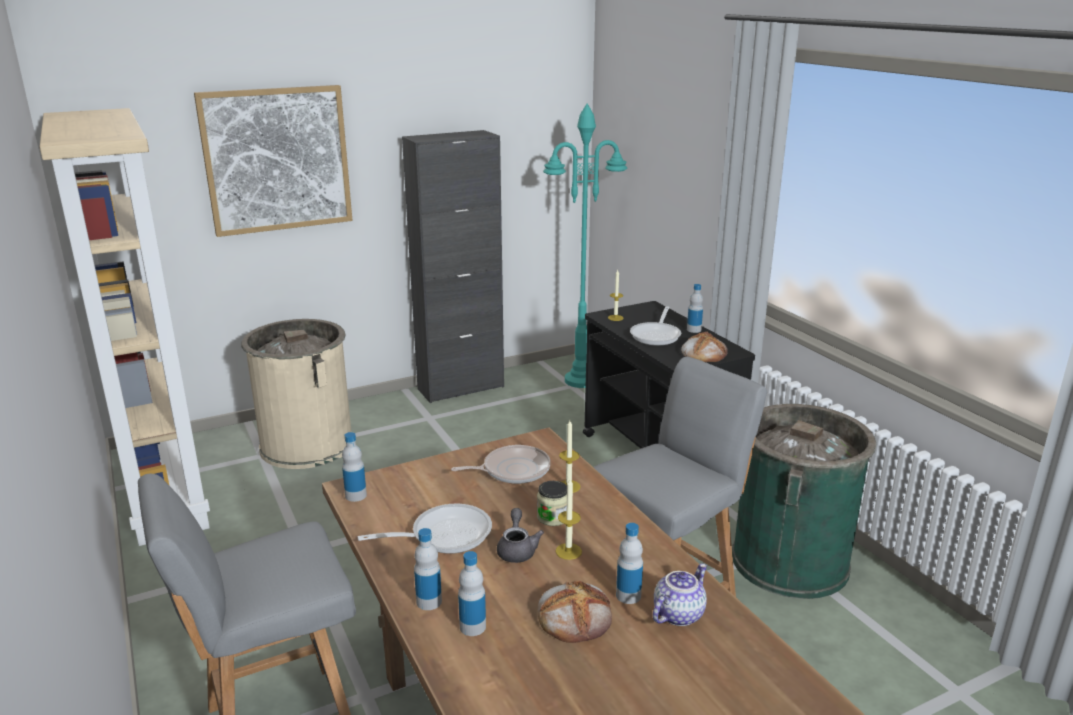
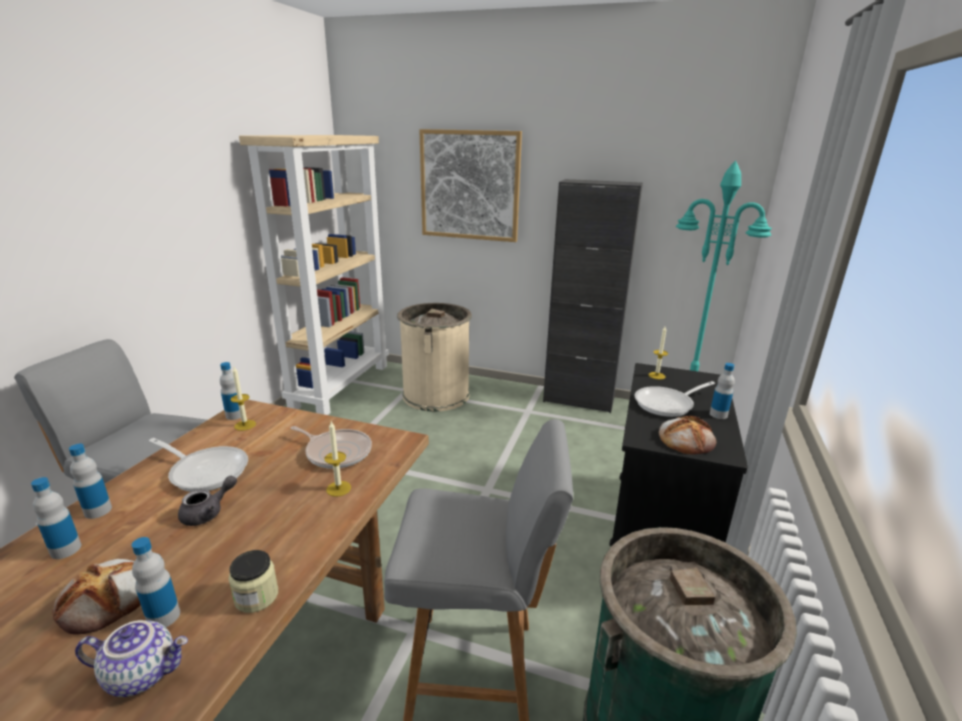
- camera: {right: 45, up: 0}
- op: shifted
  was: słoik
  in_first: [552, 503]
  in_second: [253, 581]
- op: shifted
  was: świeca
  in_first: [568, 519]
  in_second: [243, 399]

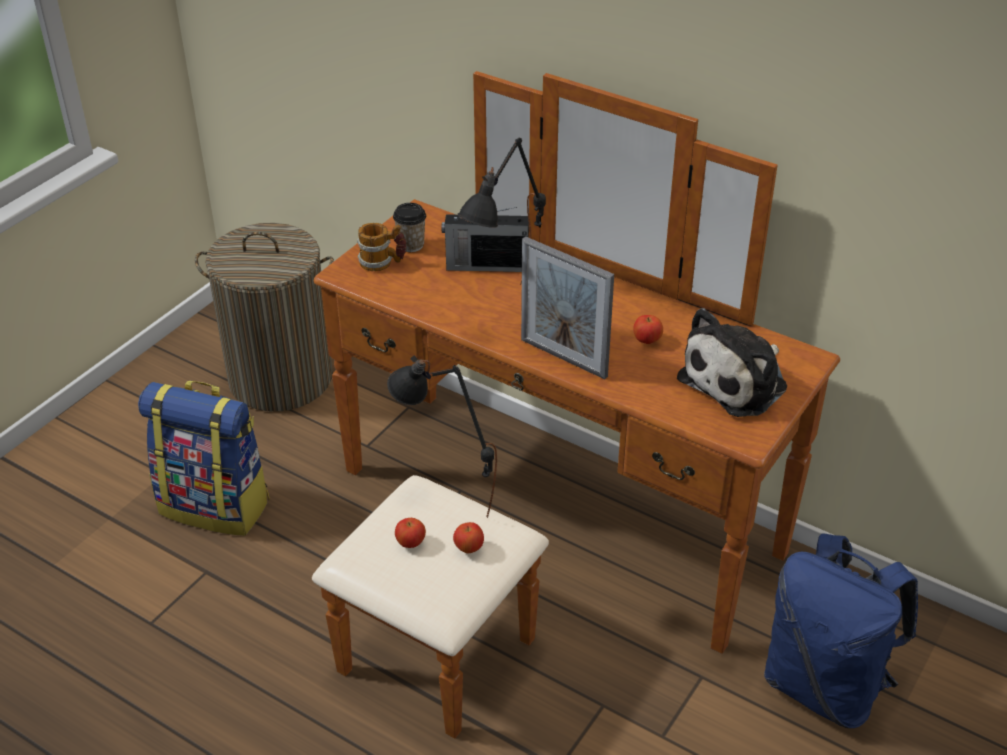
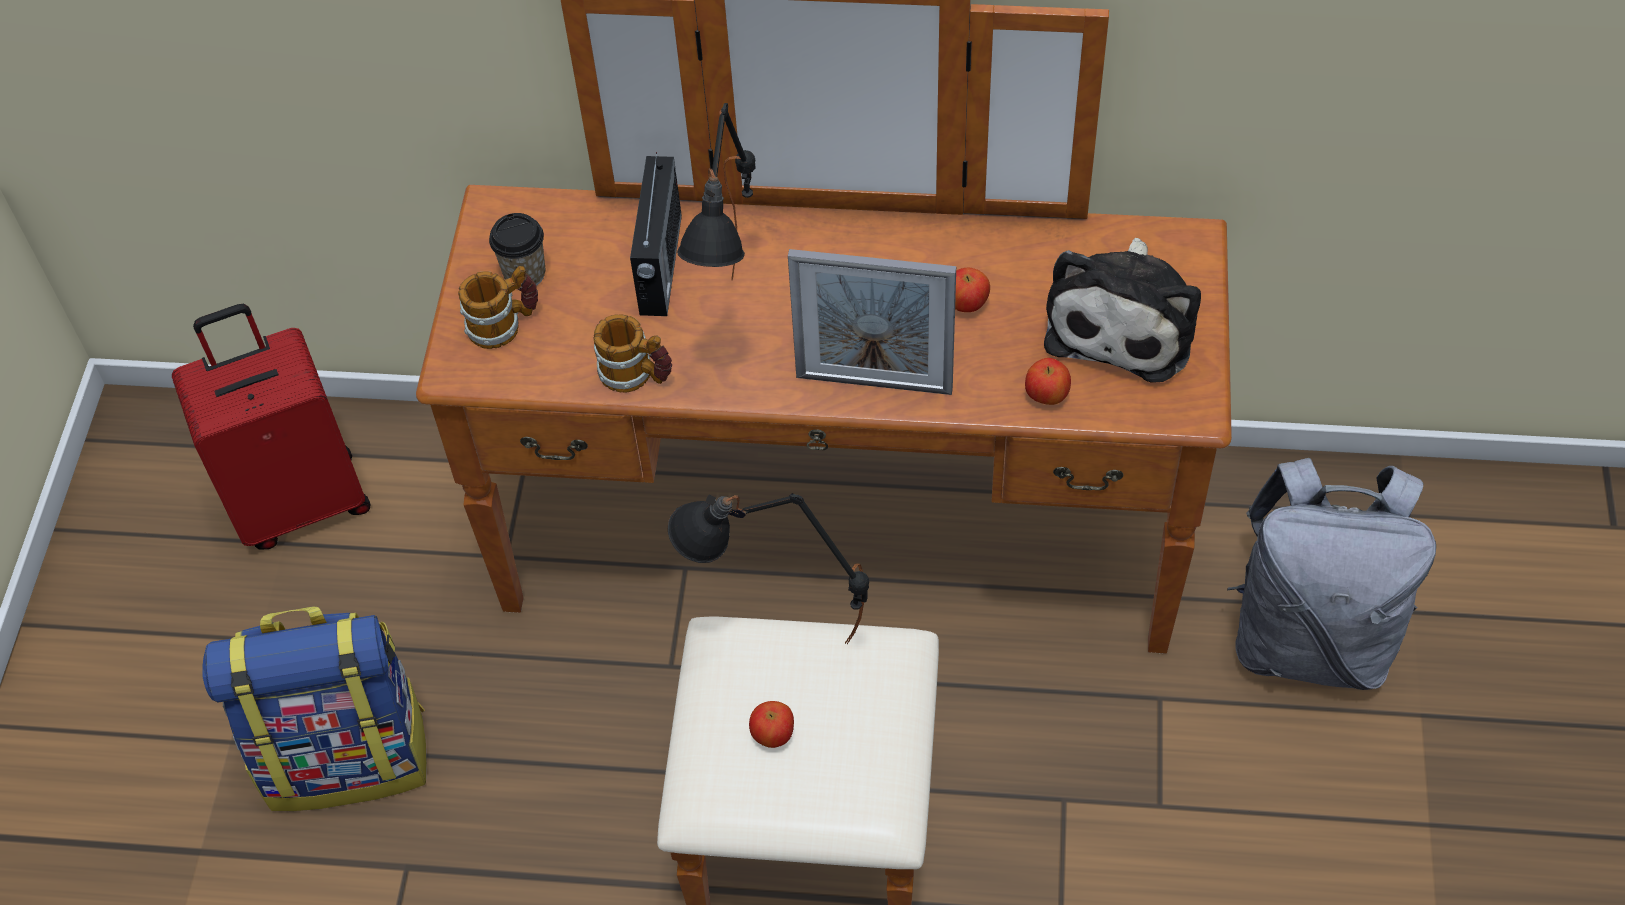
- camera: {right: -25, up: 15}
- op: swapped
  was: kosz na pranie
  now: walizka/czerwony
  in_first: [264, 317]
  in_second: [271, 427]
- op: rotated
  was: radio
  in_first: [485, 239]
  in_second: [656, 234]
  clockwise: -60
- op: shifted
  was: jabłko
  in_first: [468, 537]
  in_second: [1048, 381]
- op: repainted
  was: plecak/niebieski
  now: plecak/szary
  in_first: [841, 630]
  in_second: [1331, 574]
- op: new
  now: kubek
  in_second: [632, 353]

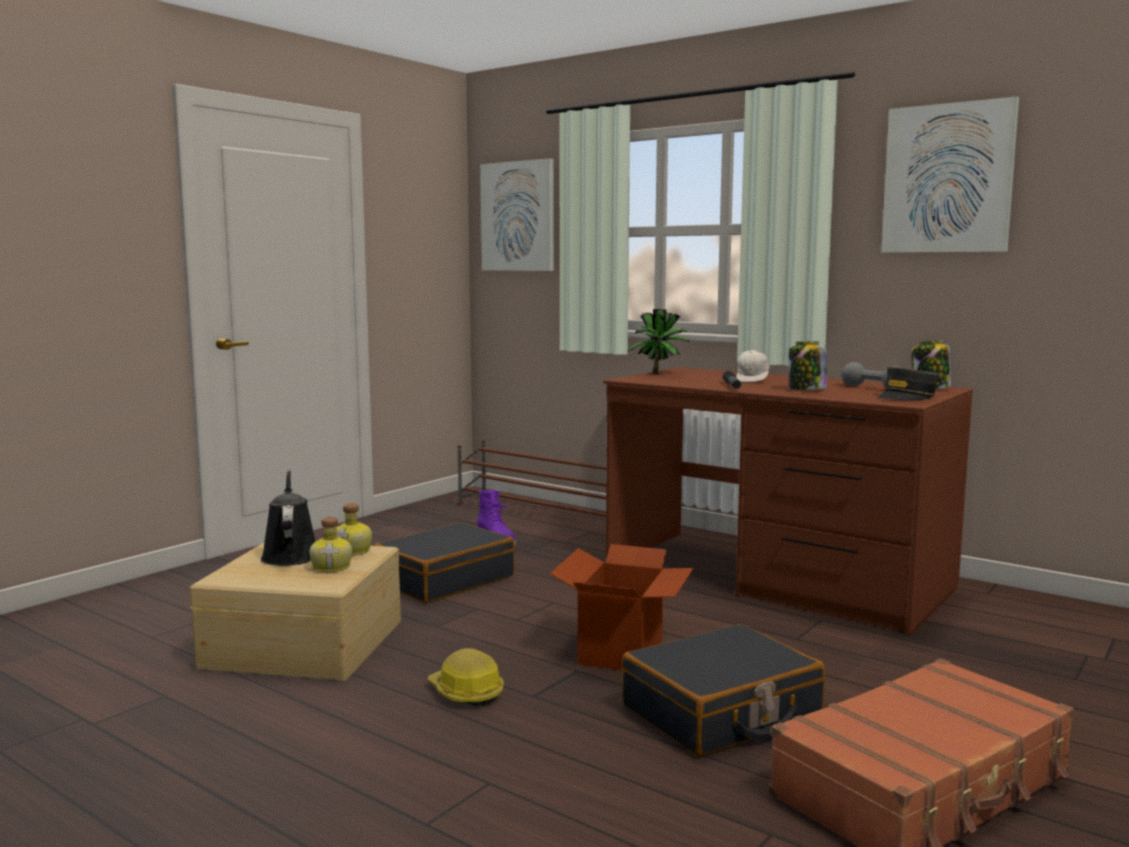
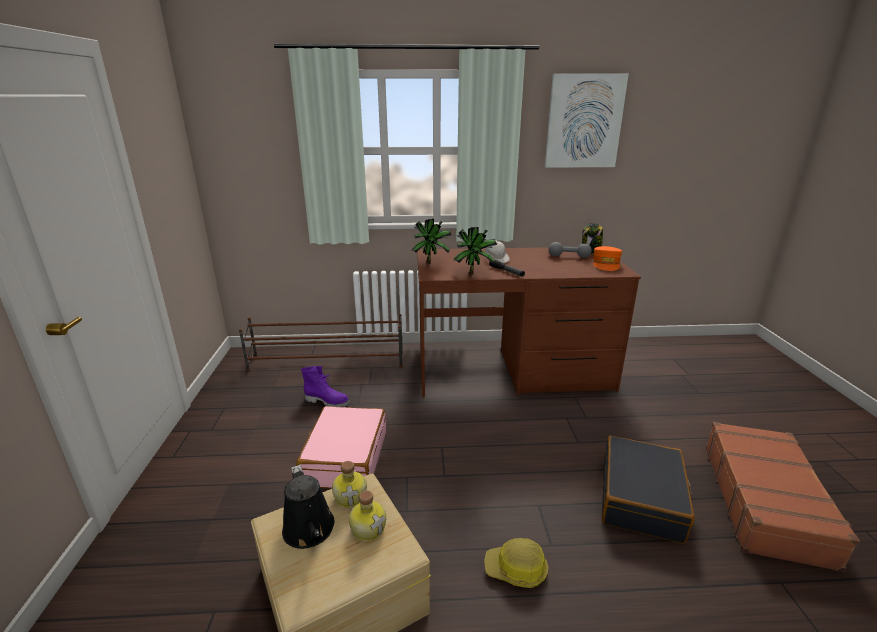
- camera: {right: -40, up: 15}
- op: rotated
  was: konewka/czarny
  in_first: [288, 518]
  in_second: [308, 507]
  clockwise: -150
- op: repainted
  was: walizka/czarny
  now: walizka/różowy
  in_first: [444, 562]
  in_second: [341, 447]
- op: gone
  was: obraz
  in_first: [517, 214]
- op: gone
  was: karton
  in_first: [622, 607]
- op: gone
  was: słoik
  in_first: [808, 365]
- op: repainted
  was: czapka z daszkiem/szary
  now: czapka z daszkiem/pomarańczowy
  in_first: [908, 383]
  in_second: [607, 258]
- op: new
  now: roślina doniczkowa
  in_second: [475, 251]

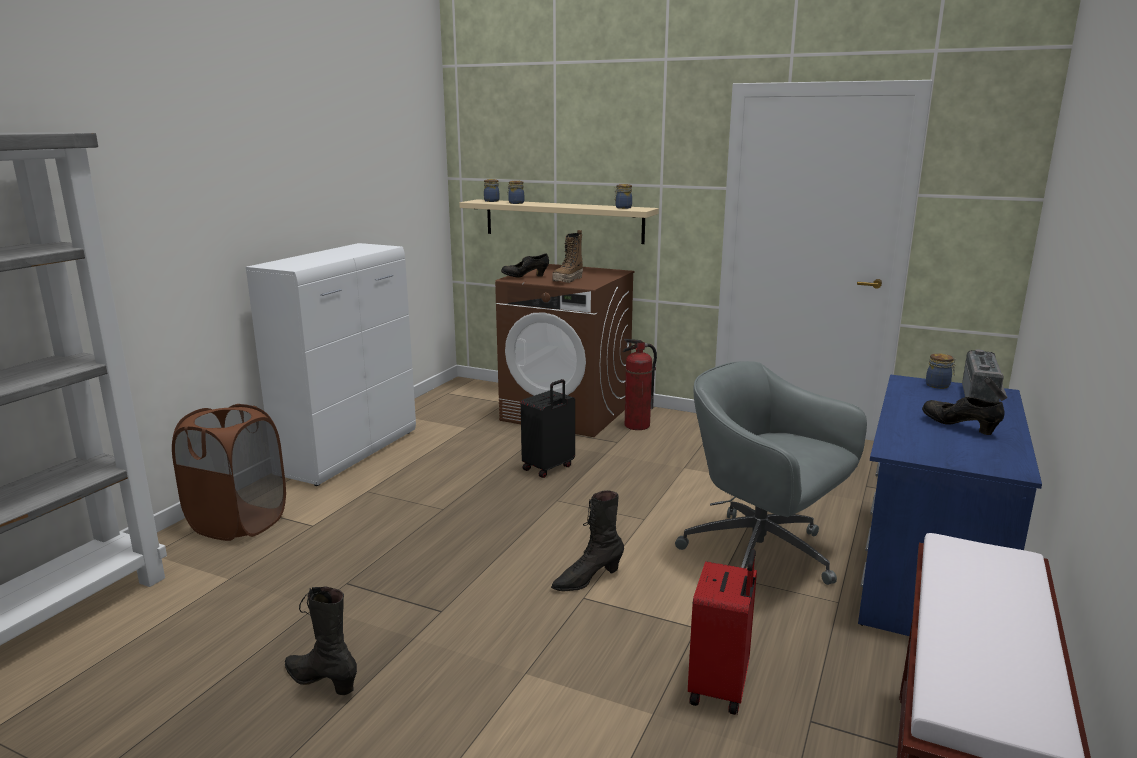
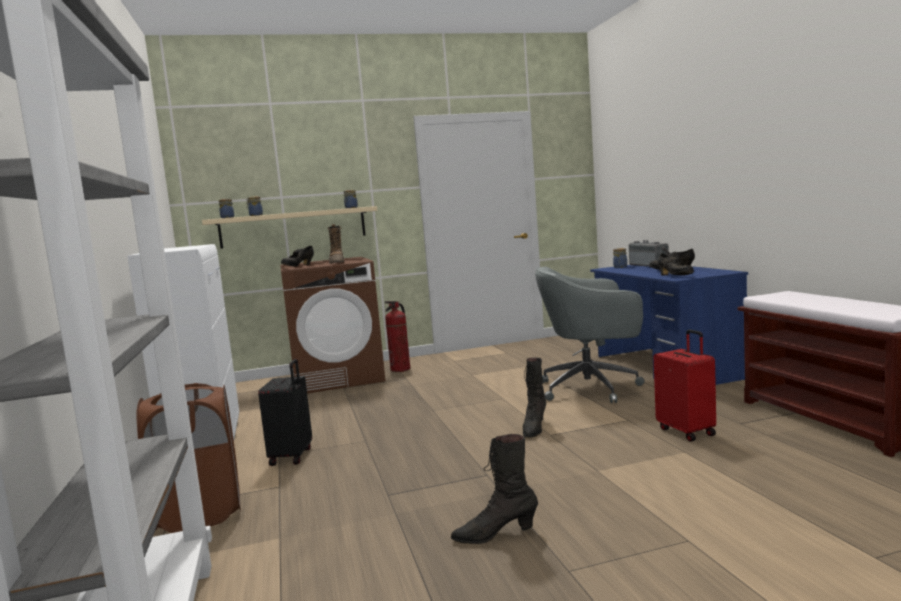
- camera: {right: -40, up: -10}
- op: shifted
  was: walizka/czarny
  in_first: [548, 428]
  in_second: [285, 412]
- op: new
  now: but/czarny
  in_second: [676, 264]

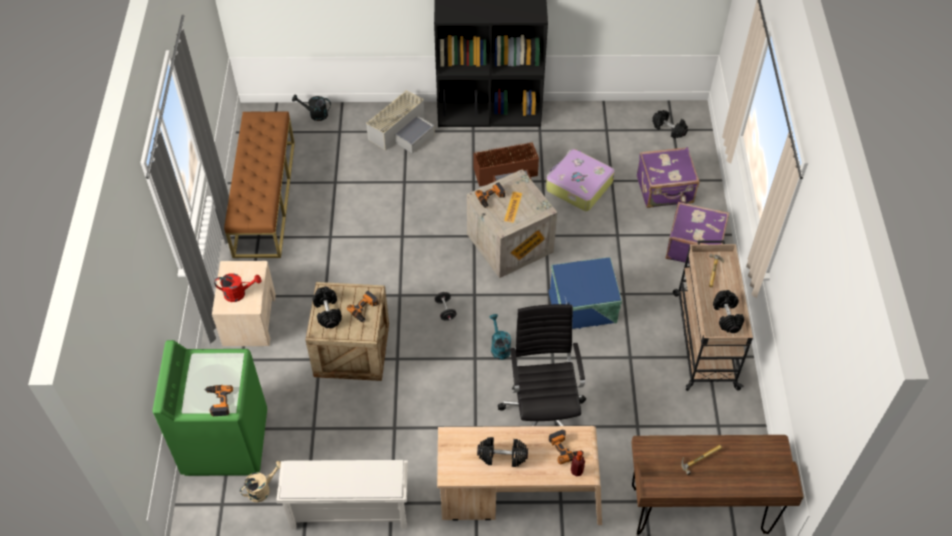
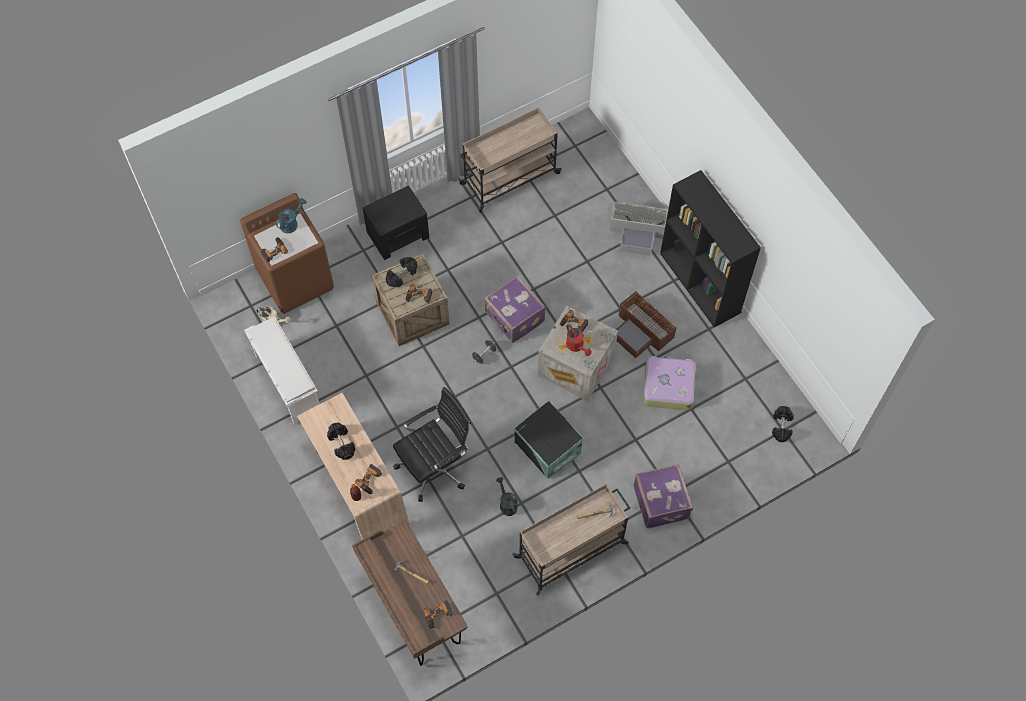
- camera: {right: 60, up: 10}
- op: repainted
  was: pralka/zielony
  now: pralka/brązowy
  in_first: [210, 408]
  in_second: [287, 253]
- op: repainted
  was: szafka nocna/beżowy
  now: szafka nocna/czarny
  in_first: [244, 303]
  in_second: [396, 222]
- op: shifted
  was: konewka/czerwony
  in_first: [237, 287]
  in_second: [579, 340]
- op: swapped
  was: ławka/brązowy
  now: wózek/beżowy
  in_first: [259, 184]
  in_second: [511, 159]
- op: shifted
  was: konewka/czarny
  in_first: [311, 108]
  in_second: [506, 496]
- op: shifted
  was: konewka/turkusowy
  in_first: [500, 337]
  in_second: [291, 215]
- op: repainted
  was: pojemnik do przechowywania/niebieski
  now: pojemnik do przechowywania/czarny
  in_first: [585, 293]
  in_second: [549, 440]
- op: shifted
  was: walizka/fioletowy
  in_first: [668, 177]
  in_second: [515, 309]
- op: gone
  was: hantel/czarny
  in_first: [729, 311]
- op: new
  now: wiertarka
  in_second: [438, 615]

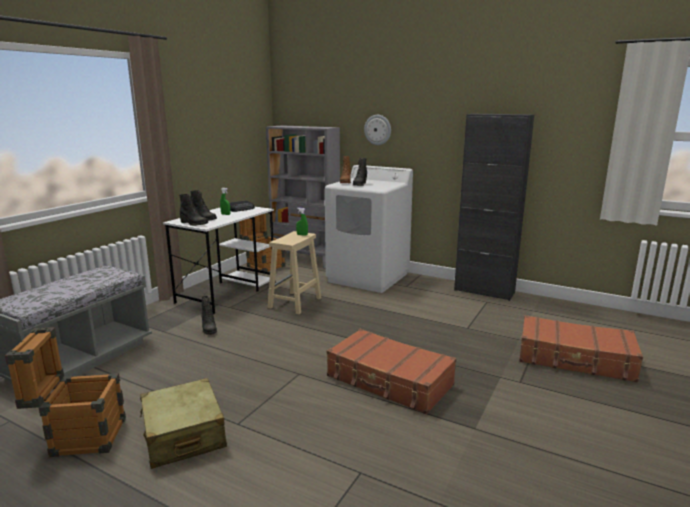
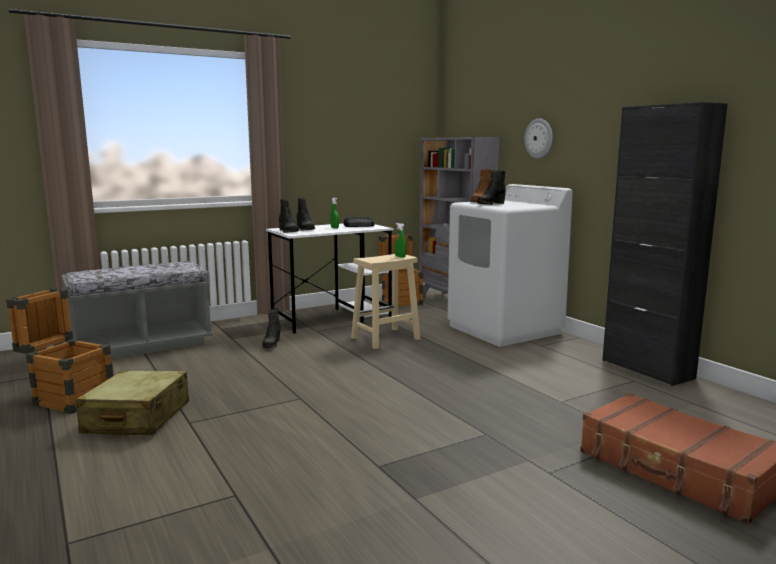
- camera: {right: 30, up: -5}
- op: gone
  was: walizka/brązowy
  in_first: [391, 371]

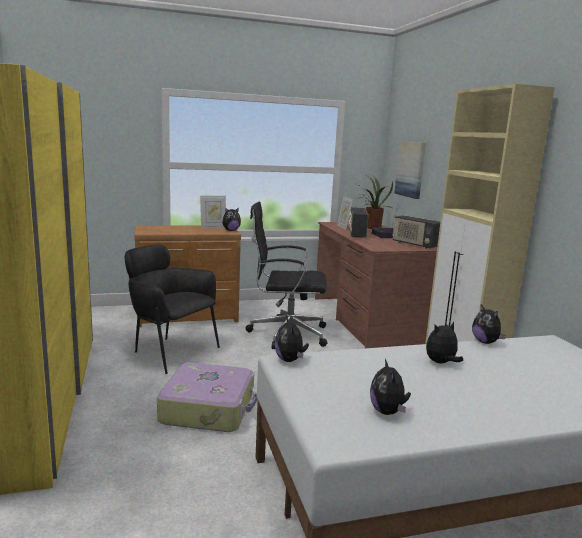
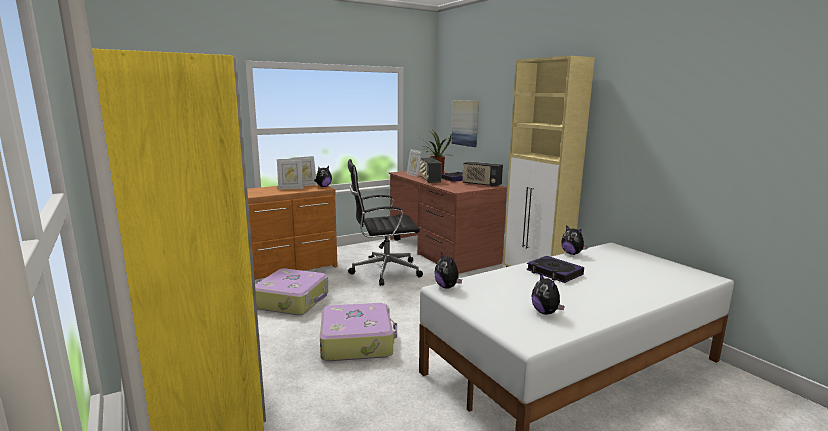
- camera: {right: -15, up: 0}
- op: swapped
  was: fotel/czarny
  now: walizka
  in_first: [172, 309]
  in_second: [291, 291]
- op: swapped
  was: pluszak
  now: książka
  in_first: [444, 342]
  in_second: [555, 269]
- op: new
  now: ramka na zdjęcie
  in_second: [290, 174]

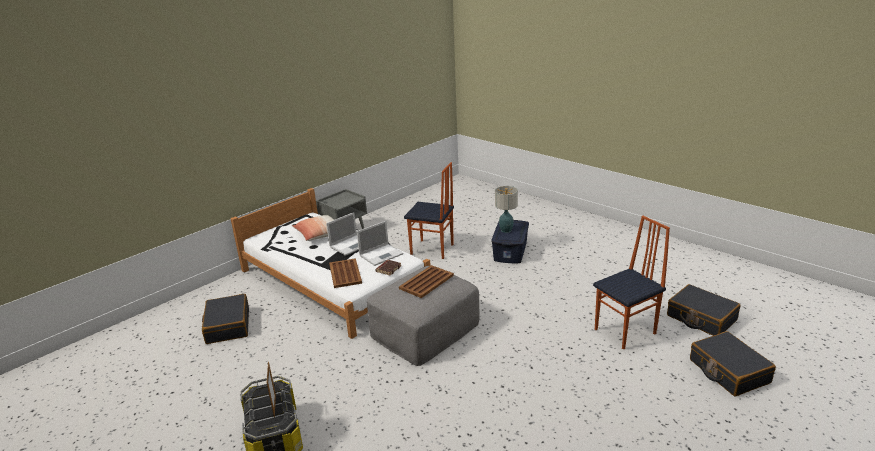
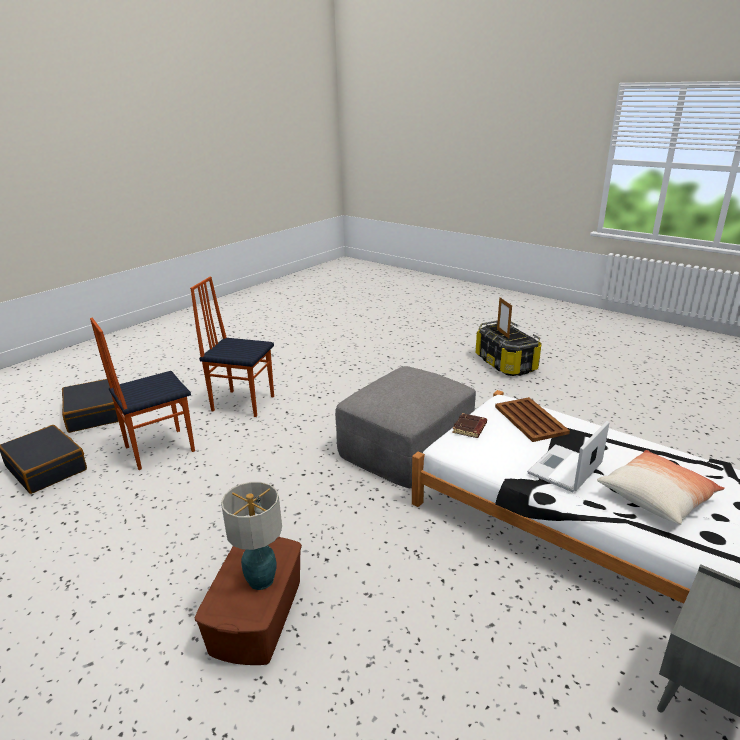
- camera: {right: 175, up: 0}
- op: gone
  was: walizka/czarny
  in_first: [225, 319]
- op: gone
  was: laptop
  in_first: [380, 243]
- op: gone
  was: taca/brązowy
  in_first: [426, 281]
- op: shifted
  was: krzesło
  in_first: [429, 210]
  in_second: [232, 347]
- op: repainted
  was: pojemnik do przechowywania/niebieski
  now: pojemnik do przechowywania/brązowy
  in_first: [510, 241]
  in_second: [248, 600]

